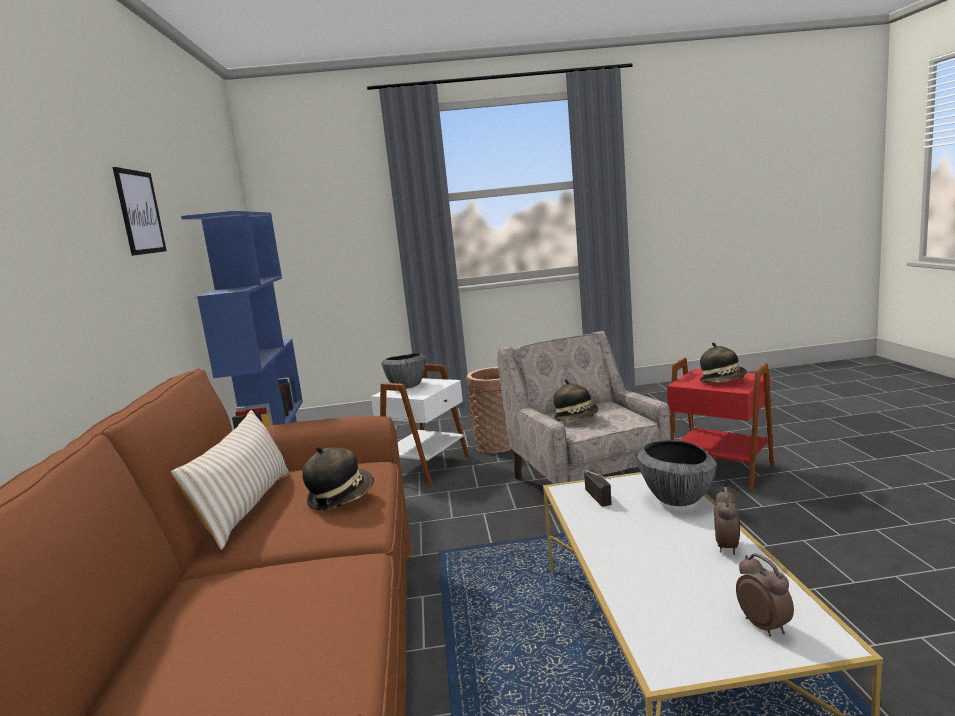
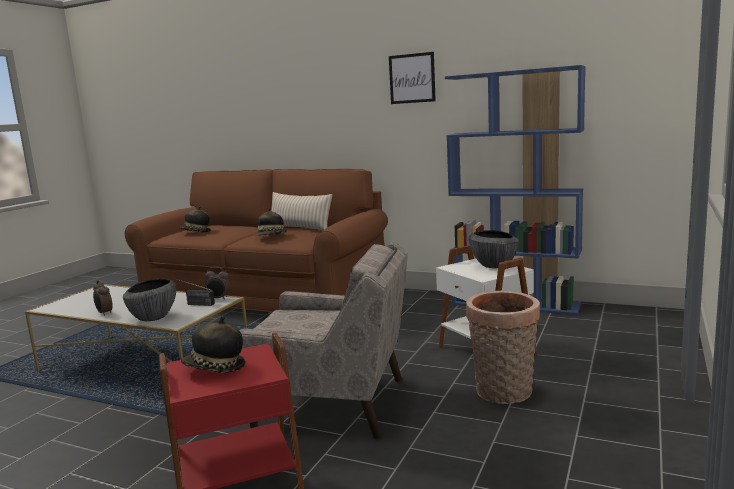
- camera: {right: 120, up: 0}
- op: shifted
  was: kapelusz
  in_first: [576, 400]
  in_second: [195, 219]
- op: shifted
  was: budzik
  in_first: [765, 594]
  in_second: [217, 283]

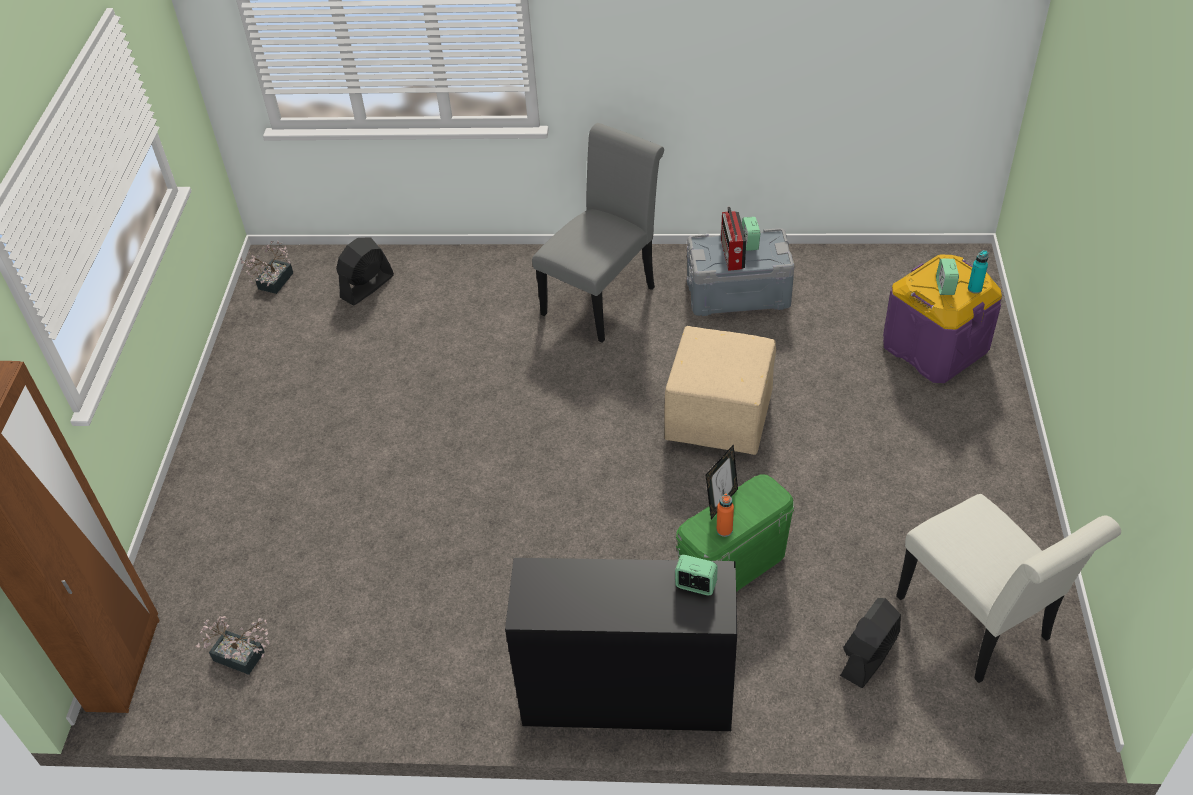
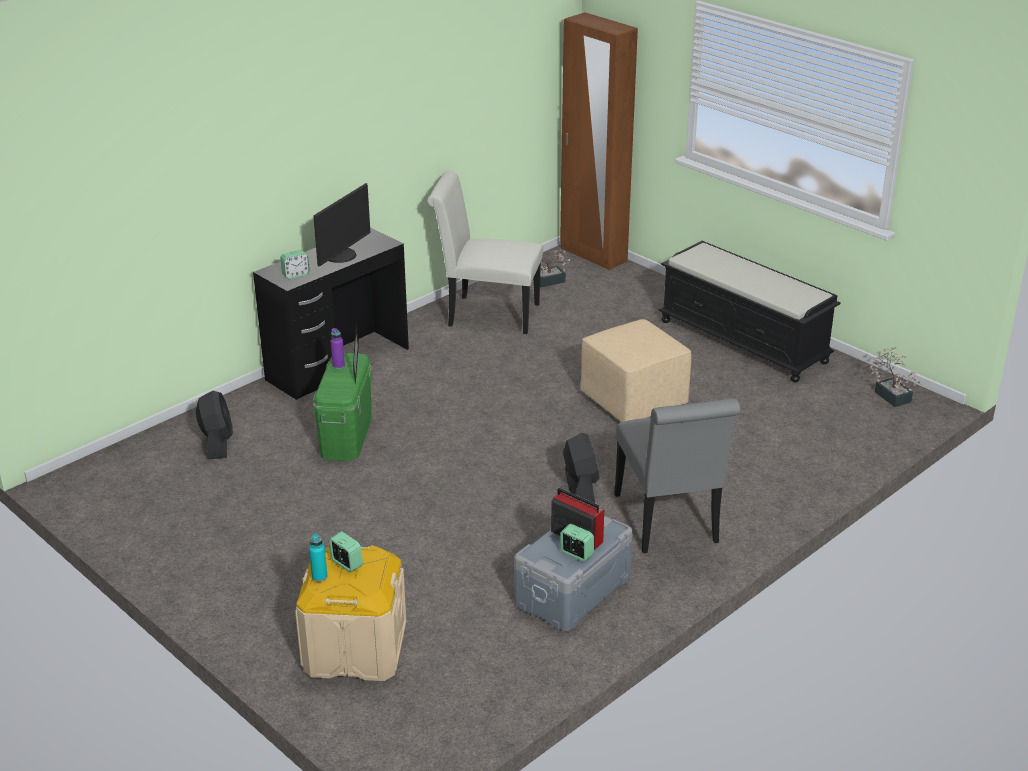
- camera: {right: 130, up: -15}
- op: shifted
  was: wentylator/czarny
  in_first: [365, 271]
  in_second: [581, 468]
- op: shifted
  was: pufa/beżowy
  in_first: [720, 390]
  in_second: [636, 370]
- op: repainted
  was: butelka/pomarańczowy
  now: butelka/fioletowy
  in_first: [725, 515]
  in_second: [338, 348]
- op: repainted
  was: pojemnik do przechowywania/fioletowy
  now: pojemnik do przechowywania/beżowy
  in_first: [942, 318]
  in_second: [350, 613]
- op: shifted
  was: krzesło/biały
  in_first: [1008, 588]
  in_second: [485, 252]
- op: new
  now: monitor
  in_second: [342, 225]
- op: new
  now: ławka/czarny
  in_second: [750, 311]

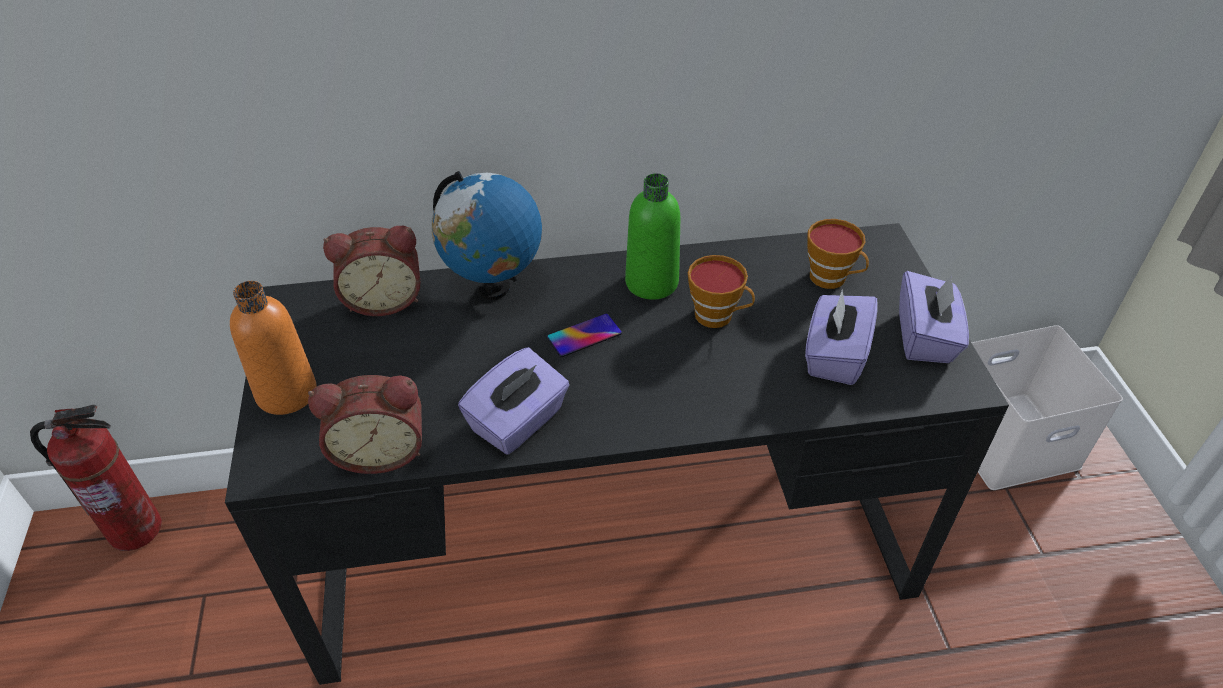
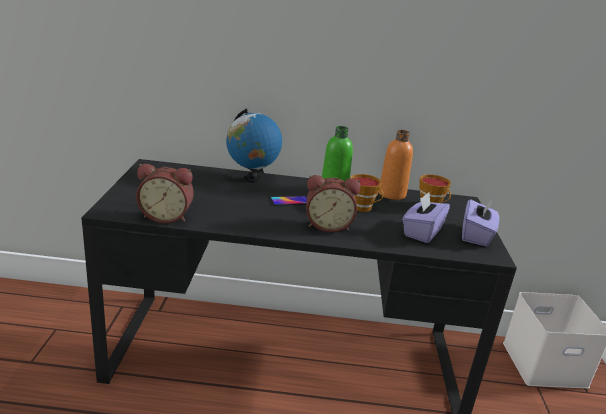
- camera: {right: 10, up: -20}
- op: gone
  was: gaśnica
  in_first: [96, 478]
- op: shifted
  was: butelka/pomarańczowy
  in_first: [273, 348]
  in_second: [396, 165]
- op: shifted
  was: budzik
  in_first: [371, 271]
  in_second: [333, 203]
- op: gone
  was: pudełko chusteczek/fioletowy
  in_first: [514, 400]

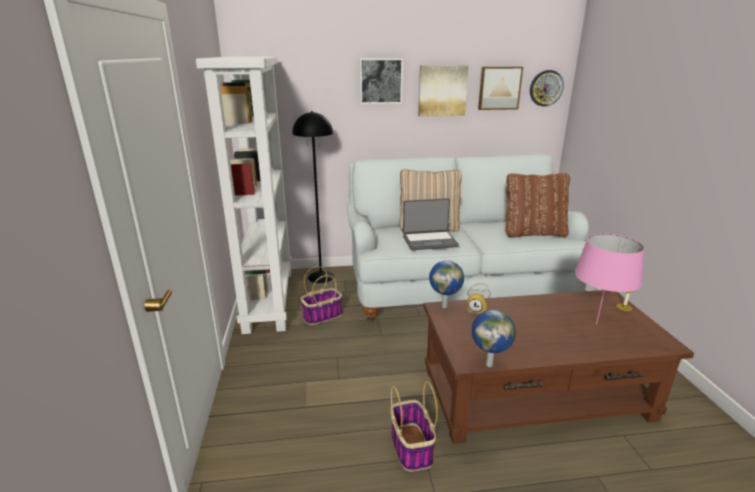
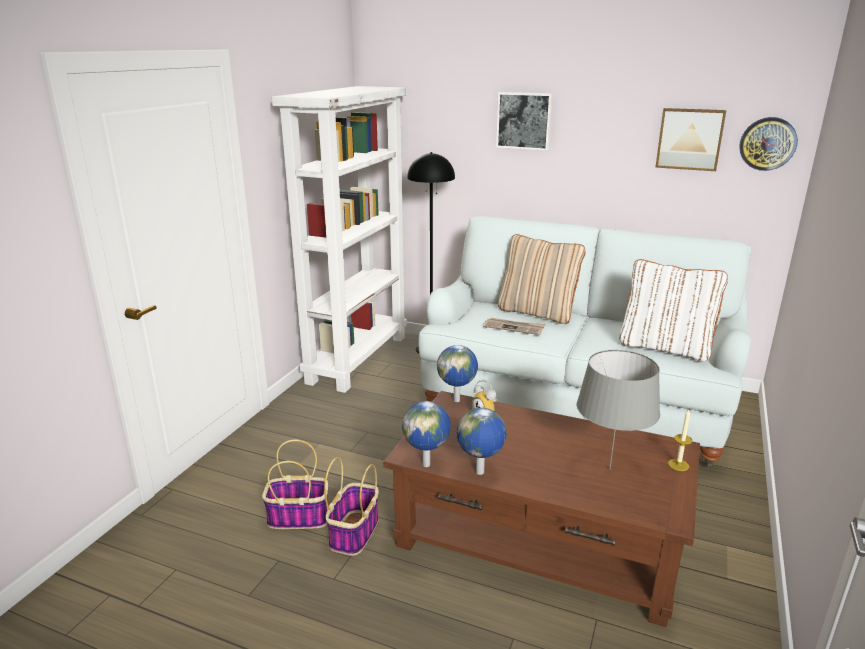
- camera: {right: 30, up: 0}
- op: shifted
  was: koszyk
  in_first: [321, 295]
  in_second: [295, 484]
- op: swapped
  was: laptop
  now: gazeta
  in_first: [431, 224]
  in_second: [514, 326]
- op: gone
  was: obraz
  in_first: [443, 91]
- op: repainted
  was: poduszka/brązowy
  now: poduszka/biały
  in_first: [537, 205]
  in_second: [673, 310]
- op: repainted
  was: lampa stołowa/różowy
  now: lampa stołowa/szary
  in_first: [609, 278]
  in_second: [618, 410]
- op: new
  now: globus
  in_second: [481, 441]

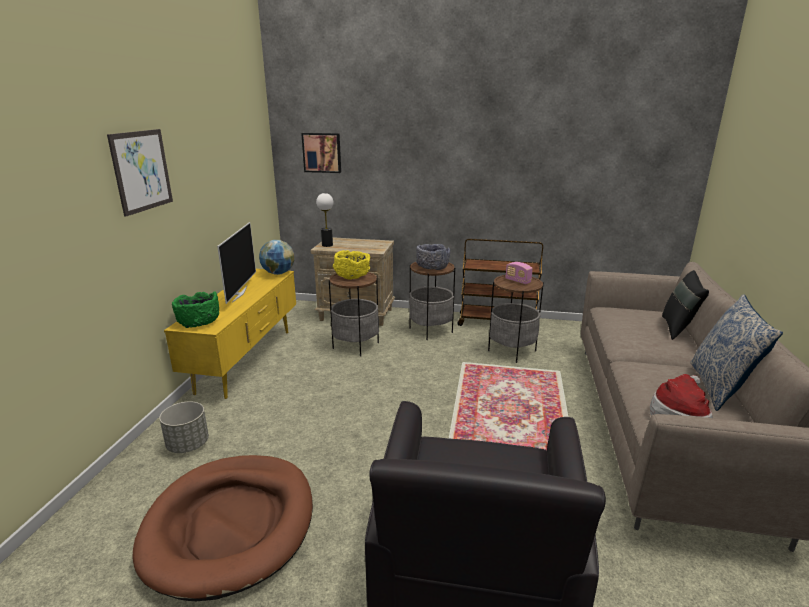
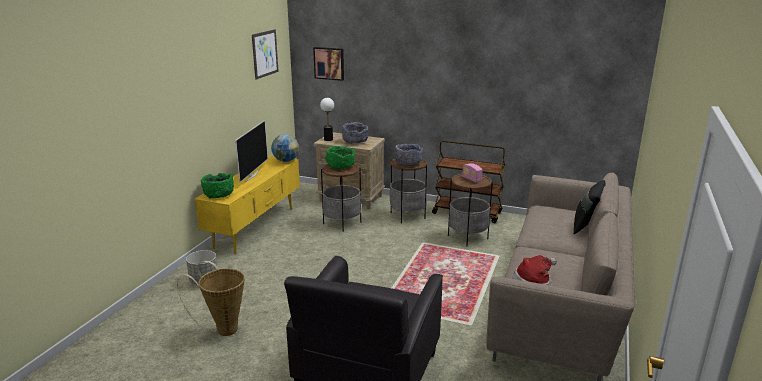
- camera: {right: 10, up: 0}
- op: shifted
  was: obraz
  in_first: [140, 173]
  in_second: [265, 54]
- op: swapped
  was: legowisko/brązowy
  now: koszyk
  in_first: [223, 528]
  in_second: [211, 298]
- op: repainted
  was: miska/żółty
  now: miska/zielony
  in_first: [351, 264]
  in_second: [340, 158]
- op: gone
  was: poduszka
  in_first: [736, 352]
- op: new
  now: miska/szary
  in_second: [355, 133]

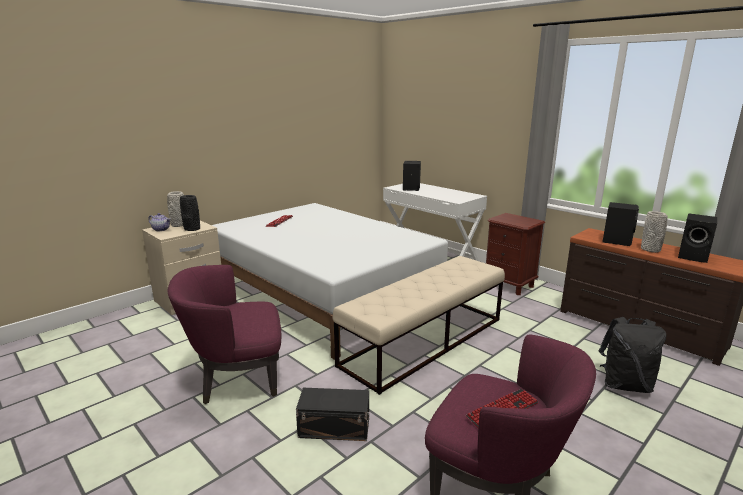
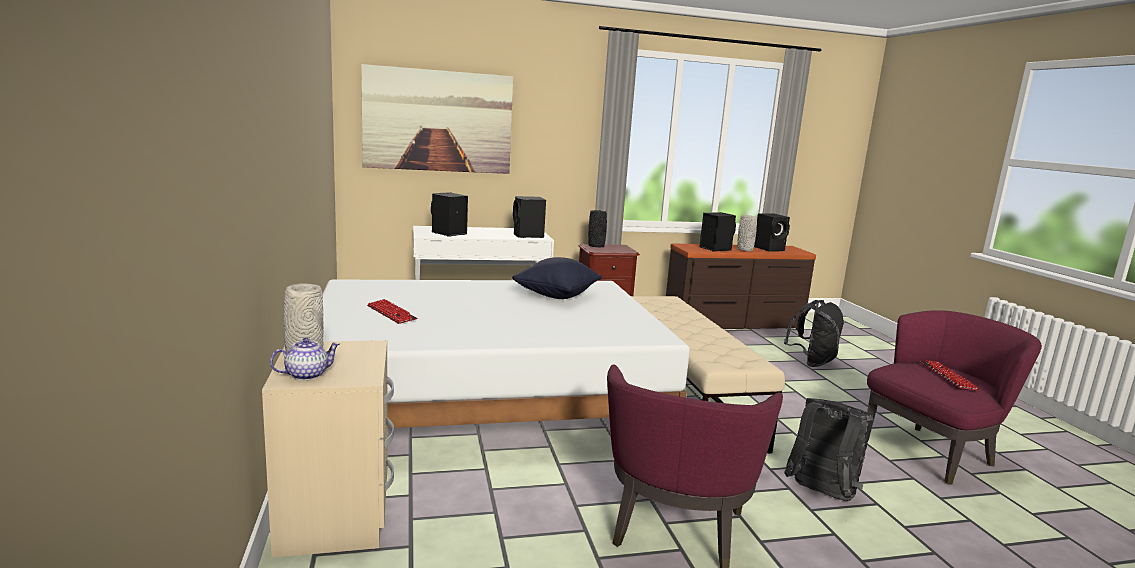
- camera: {right: -60, up: -5}
- op: shifted
  was: wazon/czarny
  in_first: [190, 213]
  in_second: [597, 228]
- op: swapped
  was: pojemnik do przechowywania/czarny
  now: plecak/czarny
  in_first: [332, 414]
  in_second: [828, 449]
- op: new
  now: obraz
  in_second: [437, 119]
- op: new
  now: poduszka/czarny
  in_second: [557, 278]
- op: new
  now: głośnik/czarny
  in_second: [529, 217]

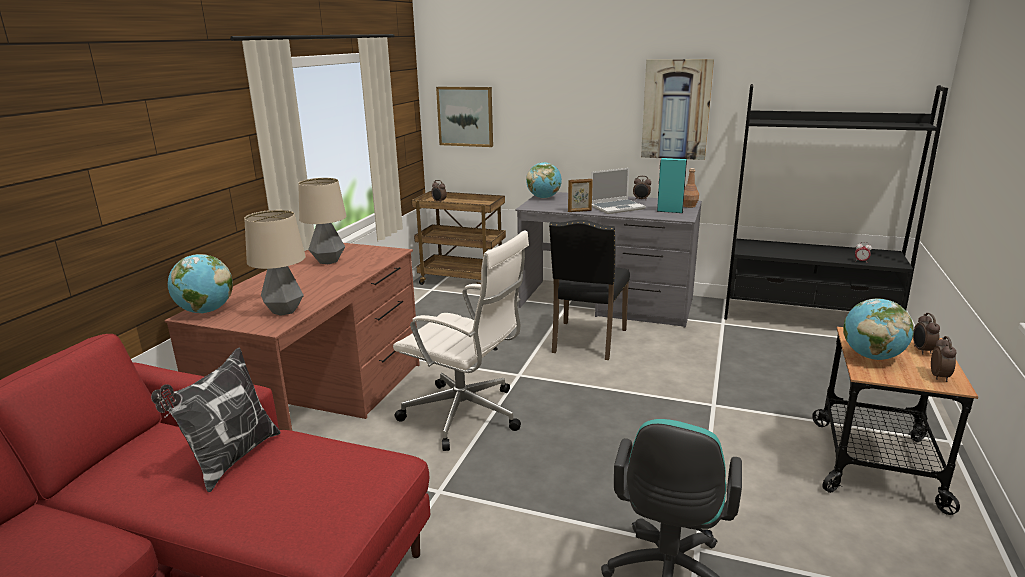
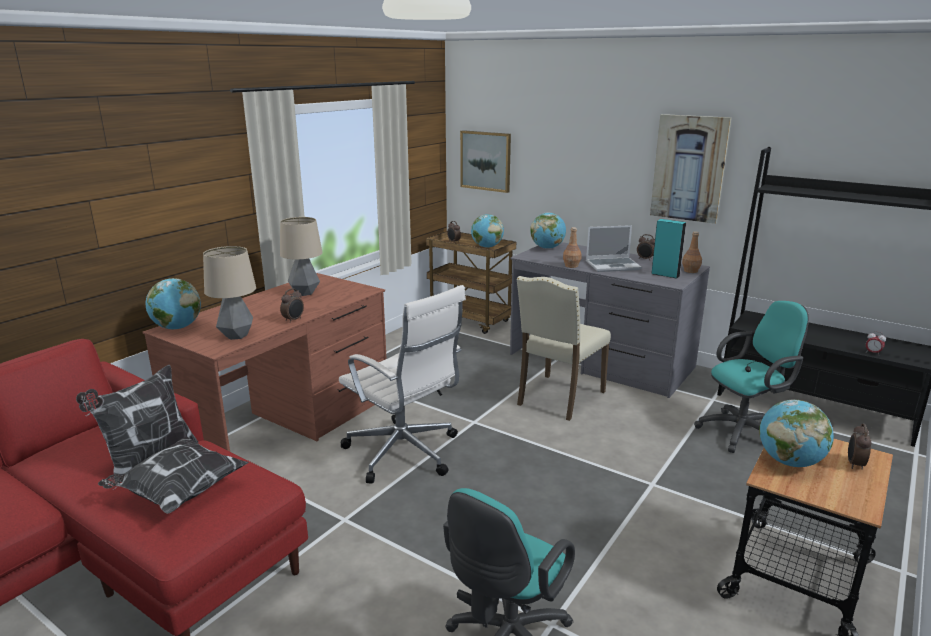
- camera: {right: 15, up: 0}
- op: repainted
  was: krzesło/czarny
  now: krzesło/beżowy
  in_first: [589, 290]
  in_second: [563, 348]
- op: swapped
  was: ramka na zdjęcie
  now: butelka/brązowy
  in_first: [580, 195]
  in_second: [572, 247]
- op: shifted
  was: budzik
  in_first: [944, 359]
  in_second: [292, 305]
- op: new
  now: poduszka
  in_second: [173, 475]
- op: new
  now: globus
  in_second: [487, 231]
- op: new
  now: krzesło biurowe/turkusowy
  in_second: [751, 377]

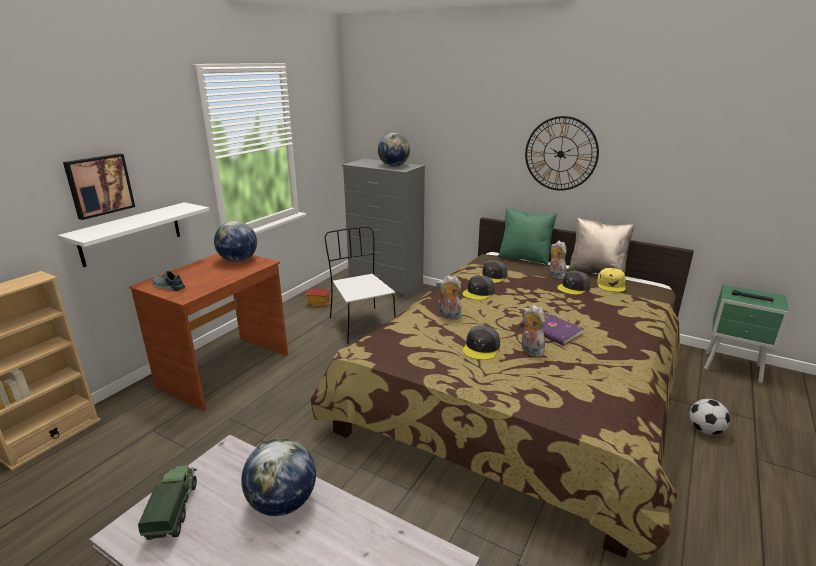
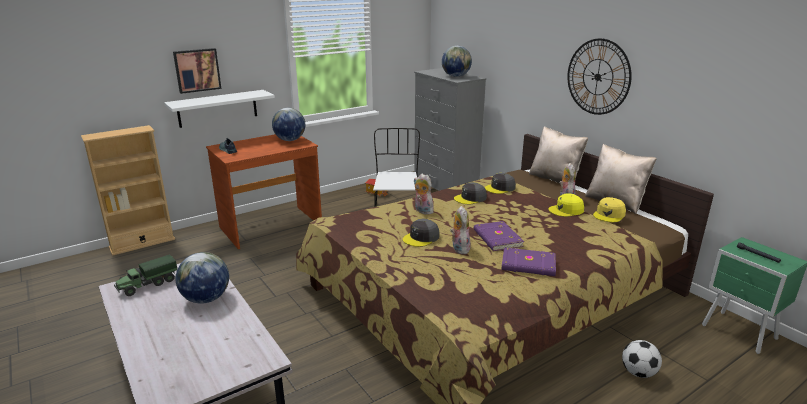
- camera: {right: 25, up: 0}
- op: rotated
  was: ciężarówka zabawkowa
  in_first: [167, 502]
  in_second: [145, 275]
  clockwise: -150
- op: repainted
  was: poduszka/zielony
  now: poduszka/beżowy
  in_first: [527, 236]
  in_second: [558, 154]
- op: repainted
  was: czapka z daszkiem/szary
  now: czapka z daszkiem/żółty
  in_first: [573, 283]
  in_second: [566, 205]
- op: new
  now: książka/fioletowy
  in_second: [528, 261]

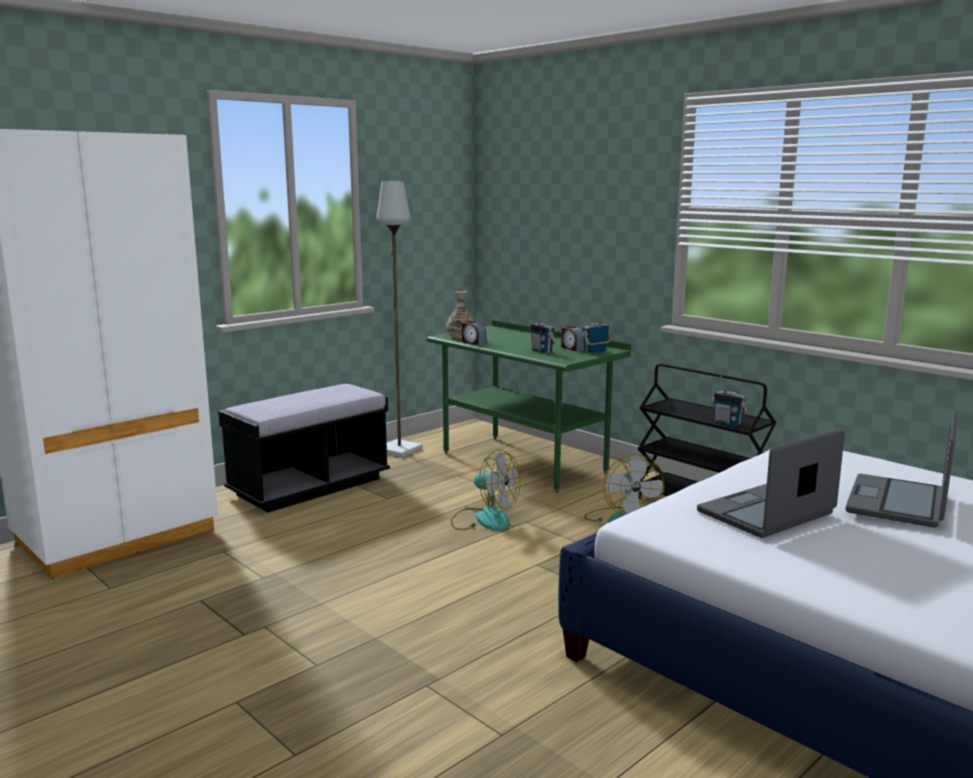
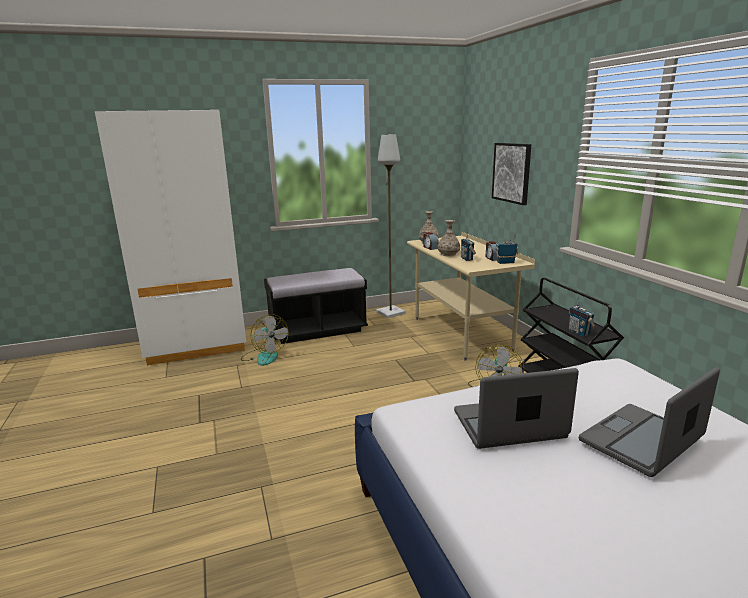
- camera: {right: 25, up: 5}
- op: repainted
  was: biurko/zielony
  now: biurko/beżowy
  in_first: [529, 406]
  in_second: [471, 296]
- op: shifted
  was: wentylator
  in_first: [486, 490]
  in_second: [264, 340]
- op: new
  now: wazon
  in_second: [449, 238]
- op: new
  now: obraz
  in_second: [511, 174]

